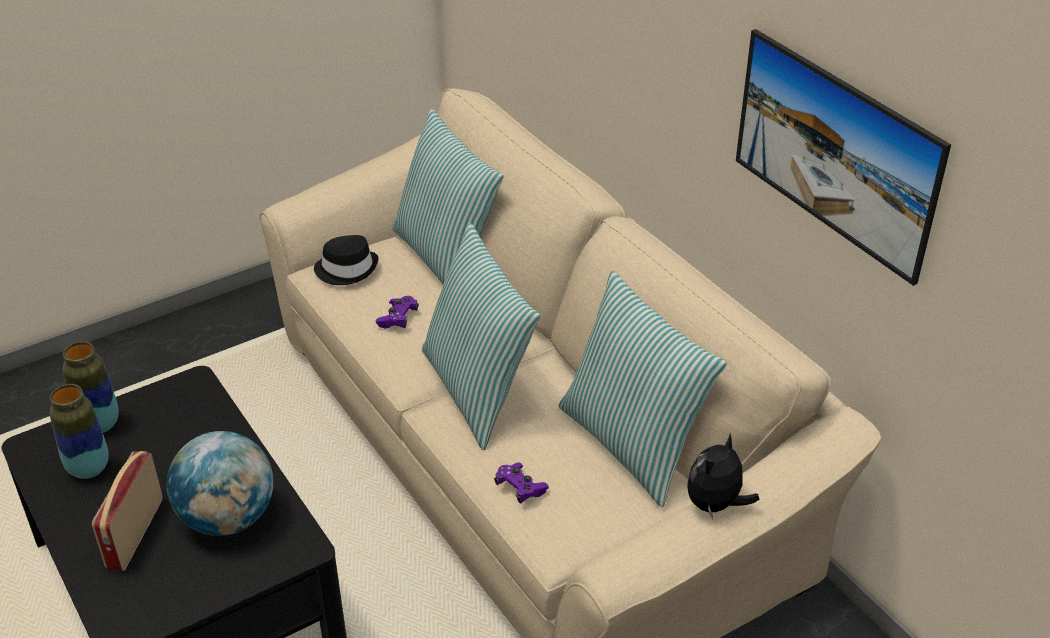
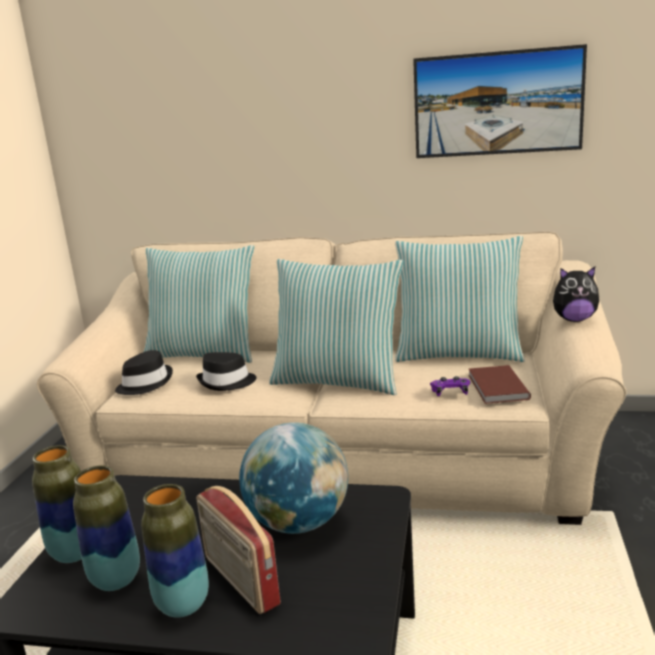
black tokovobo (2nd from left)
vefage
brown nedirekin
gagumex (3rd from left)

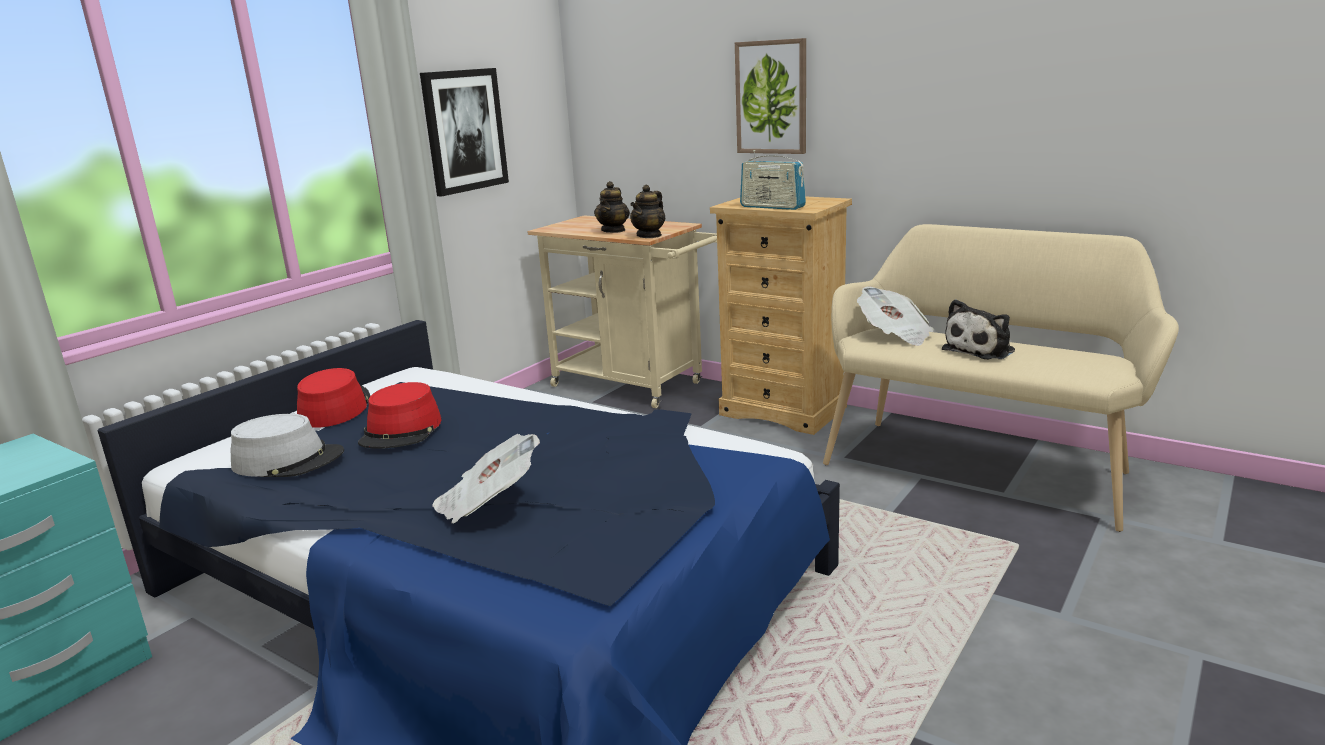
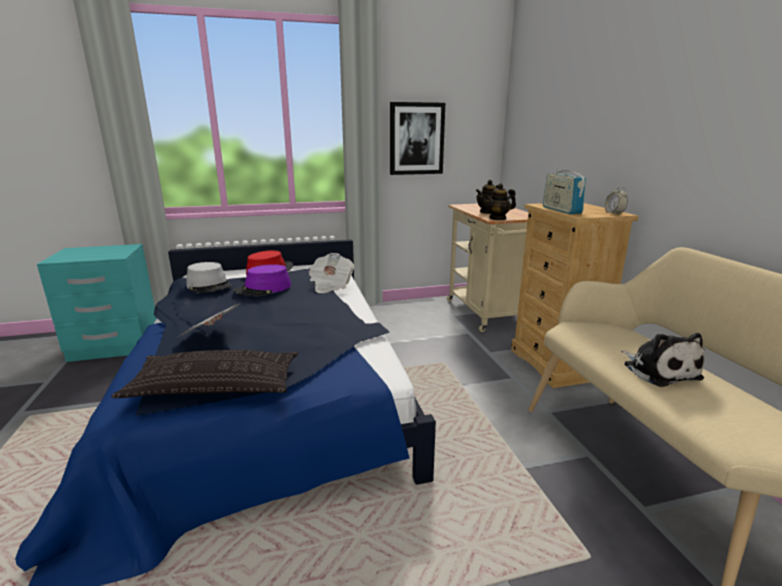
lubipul (2nd from left in the first image)
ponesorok (2nd from left)
vefage
purple tokovobo
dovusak
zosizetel

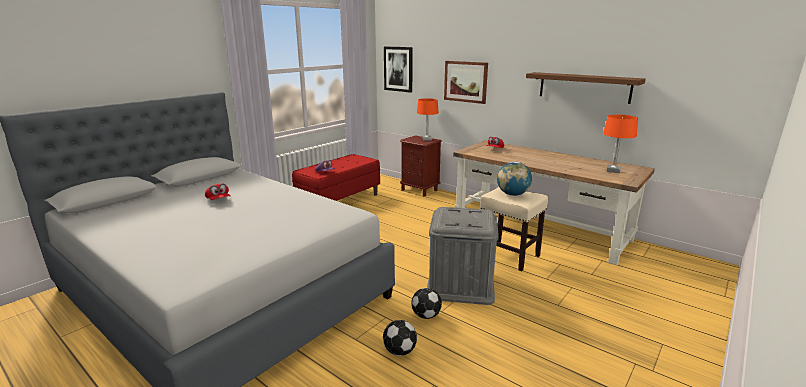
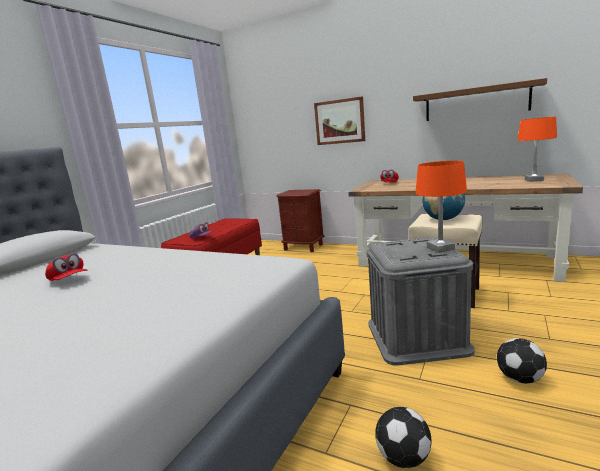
lubipul (1st from left in the first image)
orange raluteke (1st from left)
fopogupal (2nd from left)

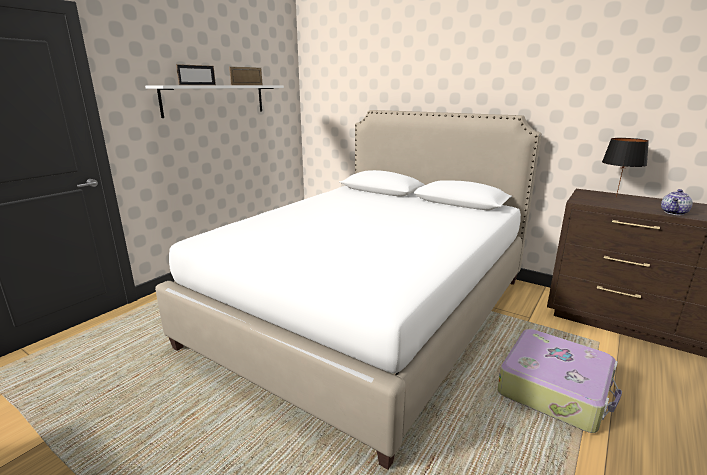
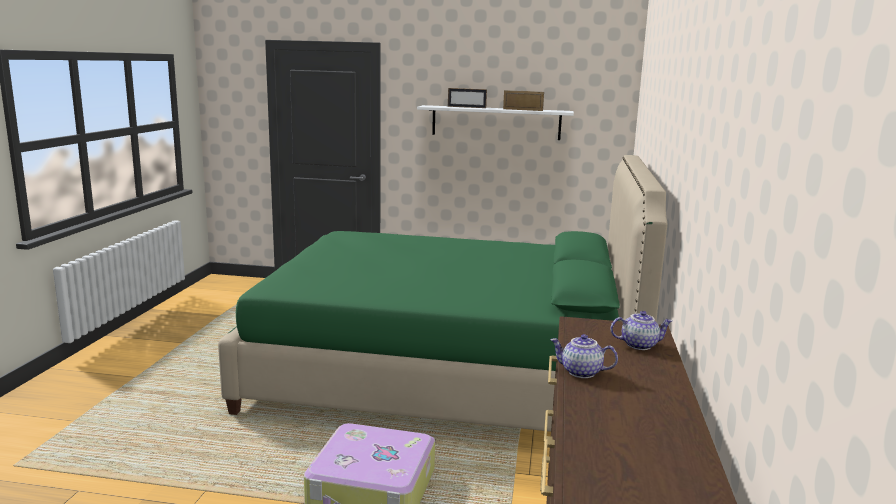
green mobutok
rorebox (2nd from left)

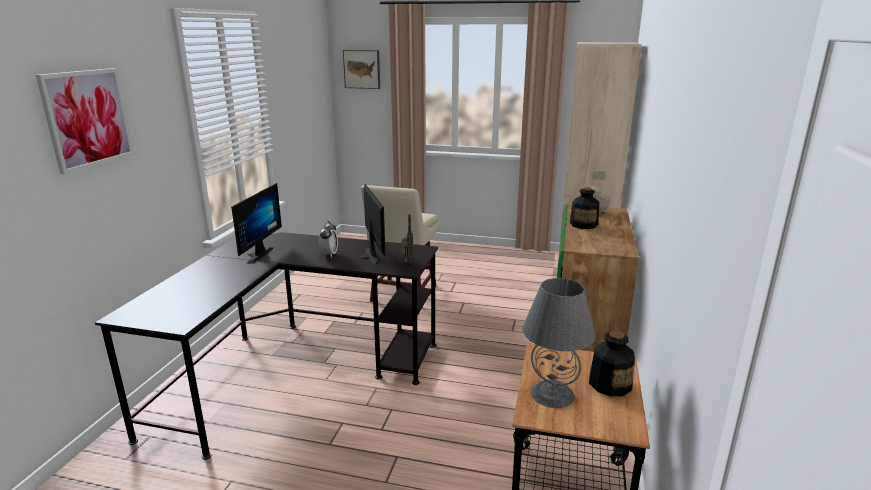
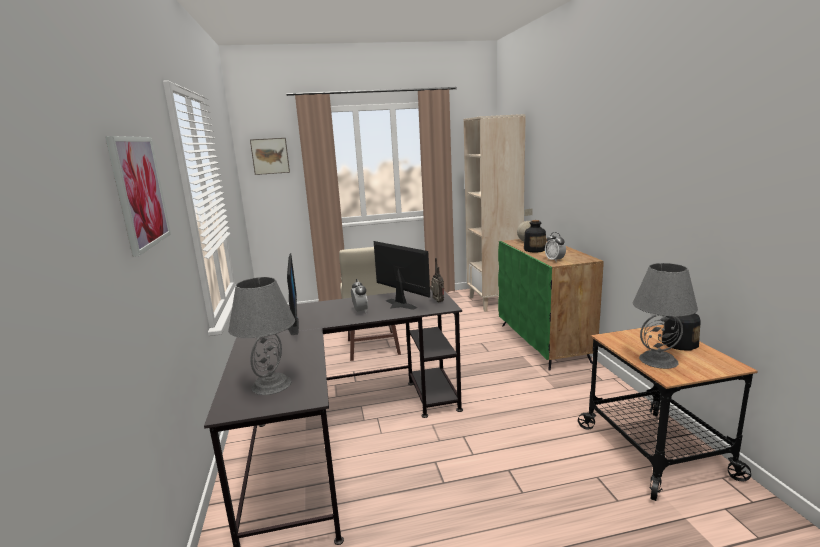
dovusak (2nd from left)
grey raluteke (1st from left)

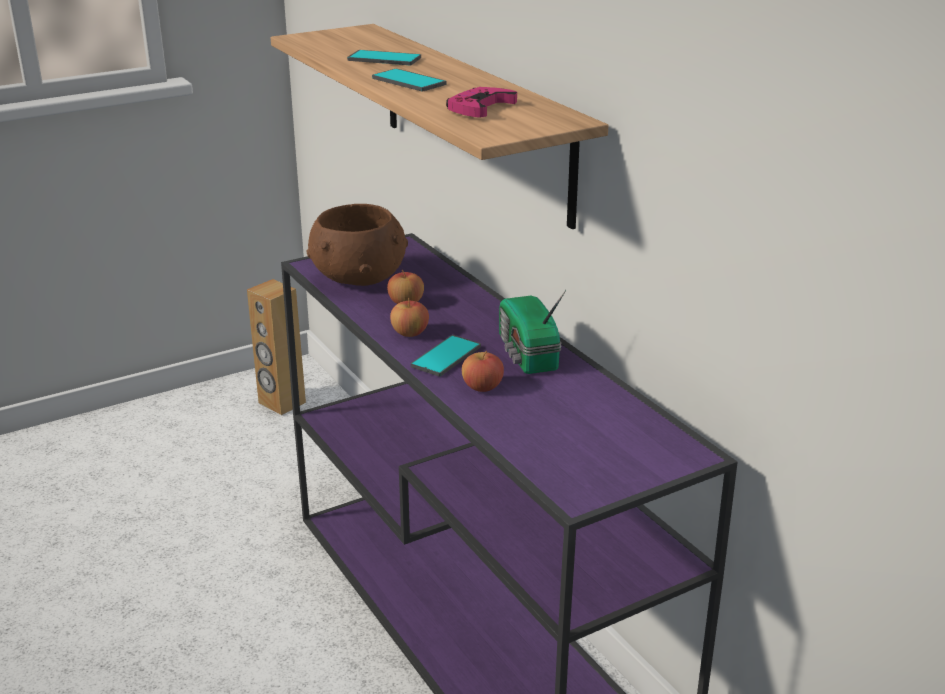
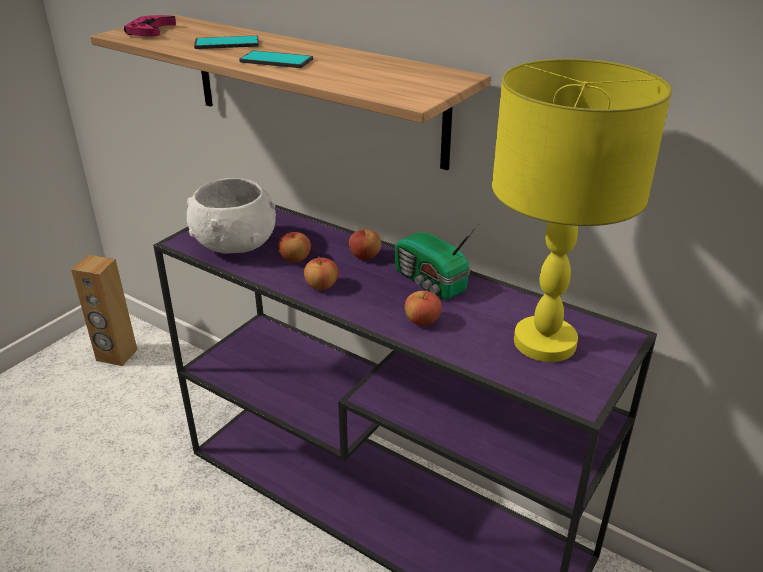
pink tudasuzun
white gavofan
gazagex (3rd from left in the first image)
yellow raluteke
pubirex (3rd from left)

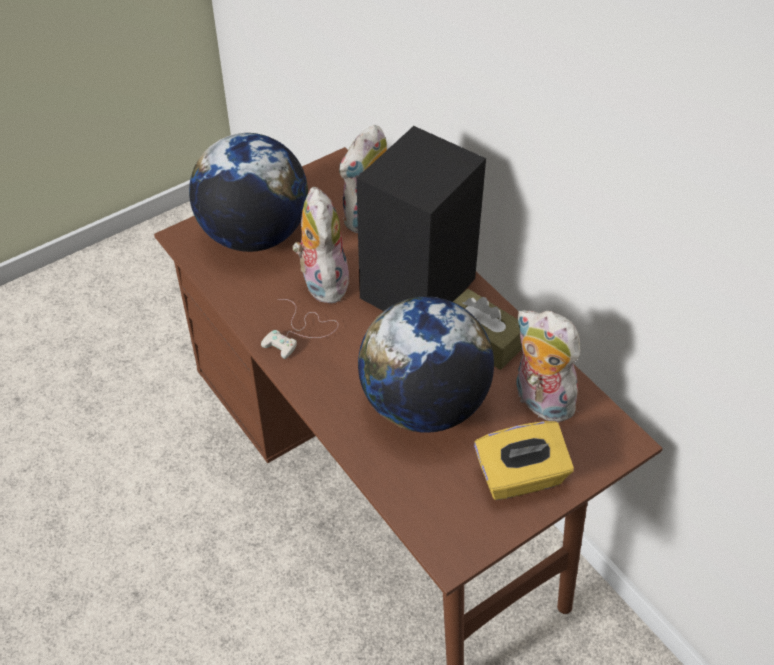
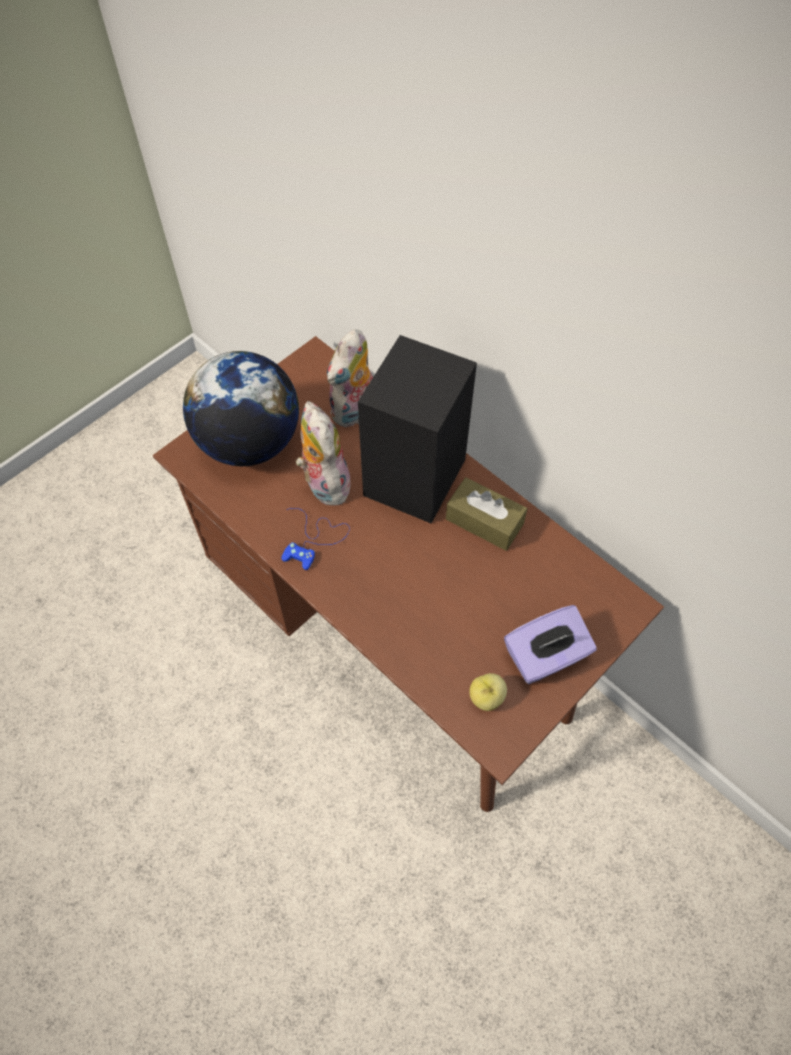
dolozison (2nd from left in the first image)
blue tudasuzun
vefage (3rd from left in the first image)
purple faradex
pubirex

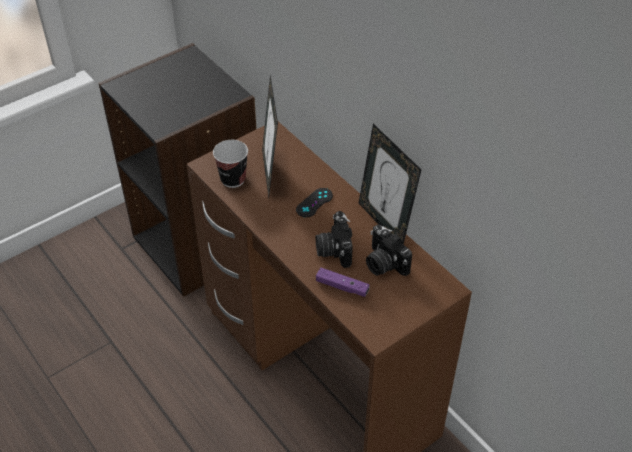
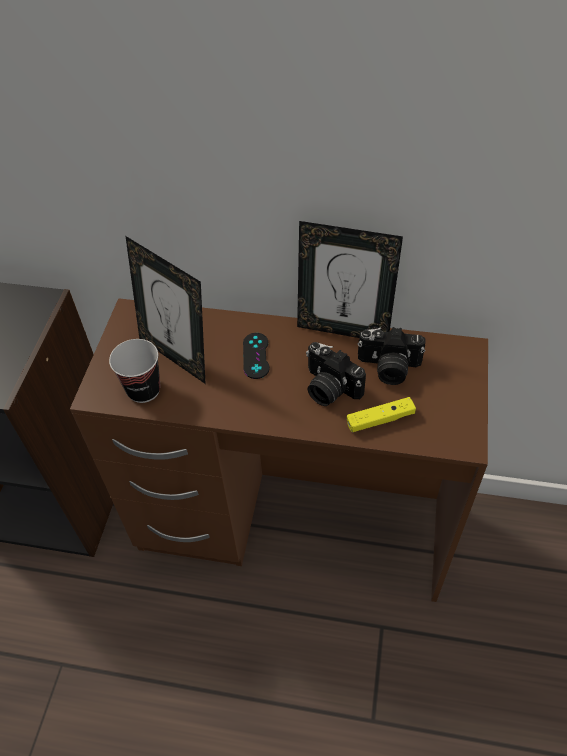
yellow tudasuzun

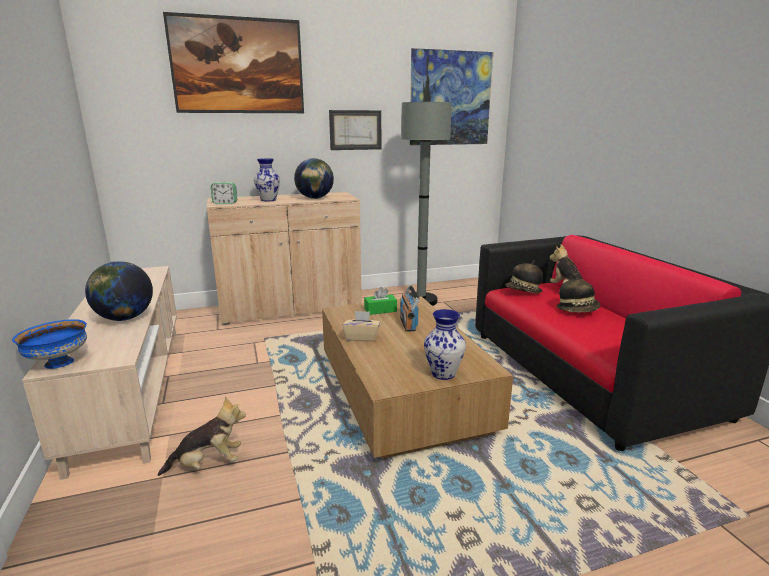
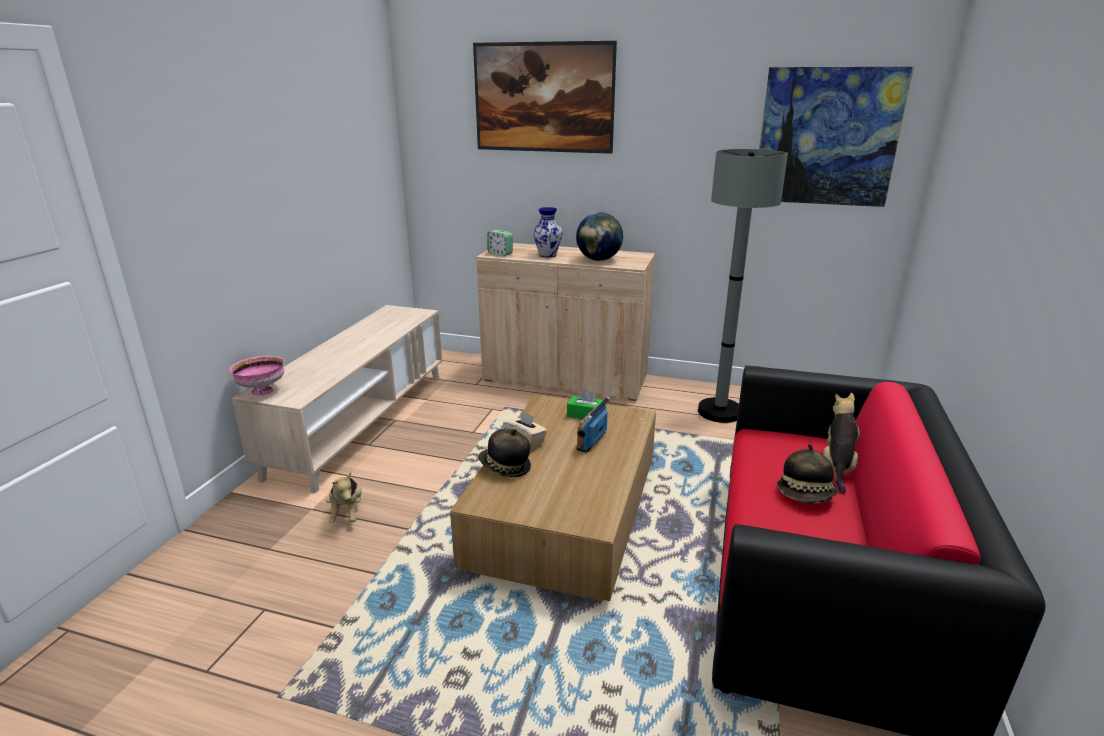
lubipul (2nd from left in the first image)
tokovobo (1st from left)
dolozison (1st from left in the first image)
gagumex (2nd from left in the first image)
pink gavofan
vefage (1st from left)

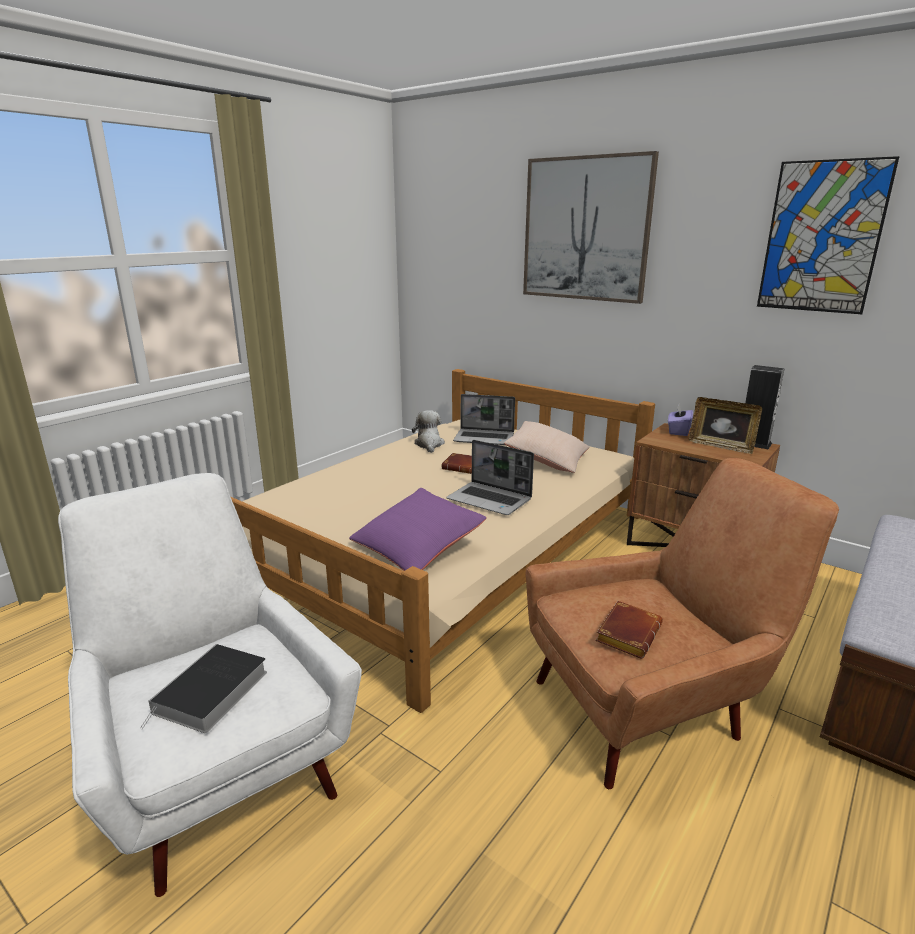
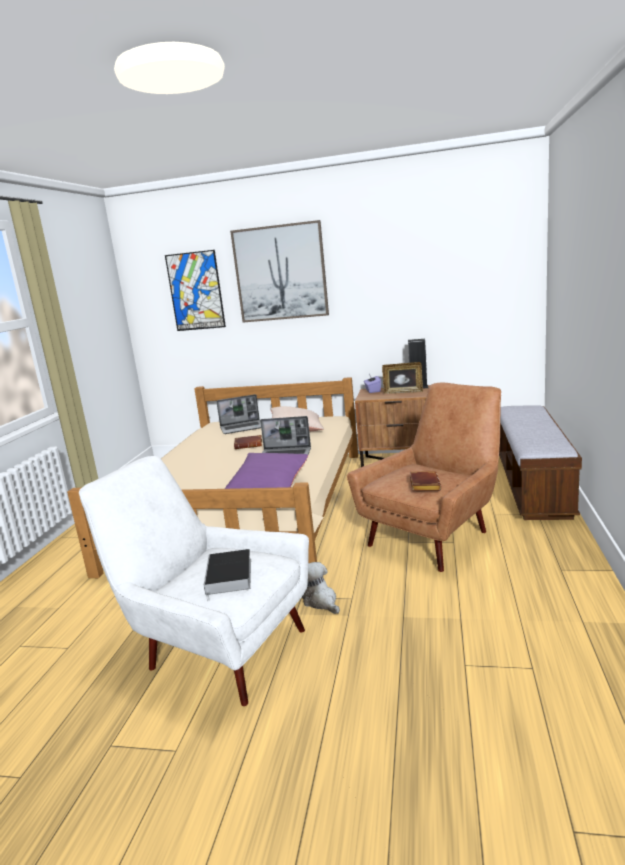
lubipul (1st from left)
vefage

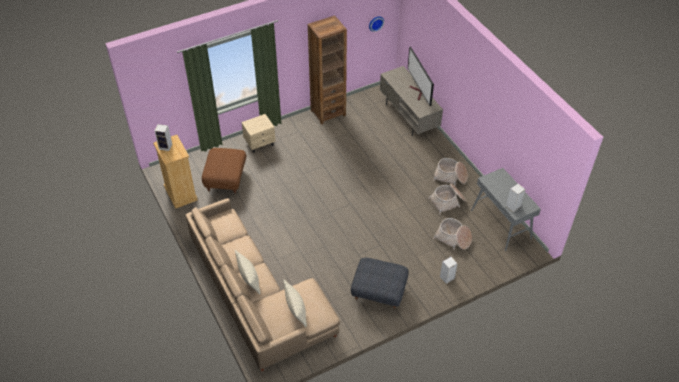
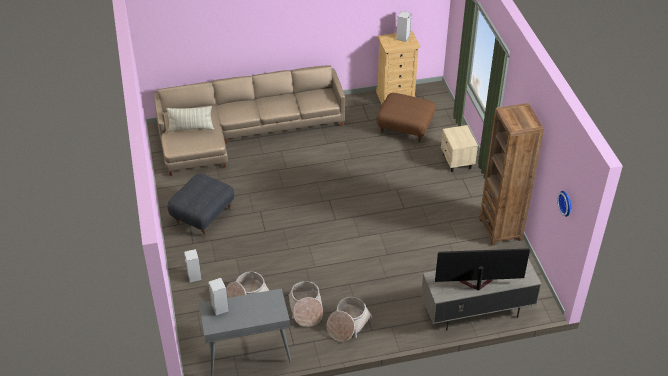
zosizetel (1st from left in the first image)

